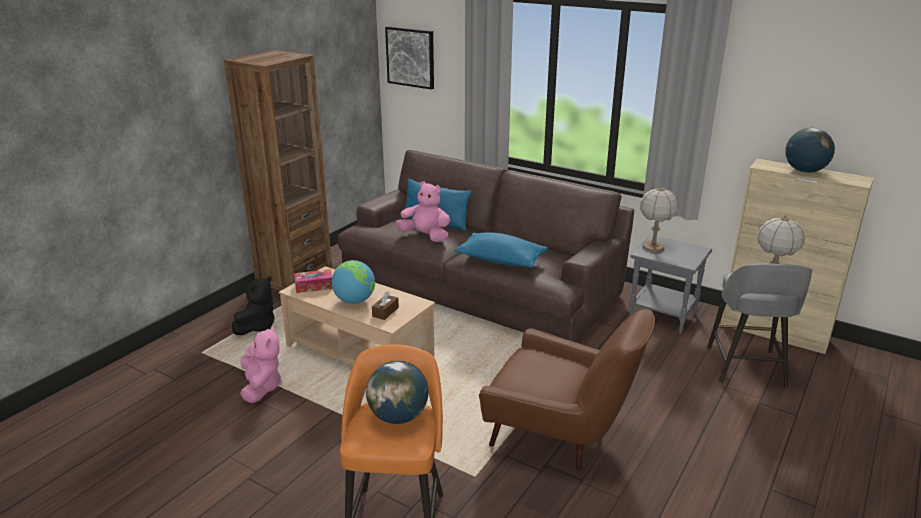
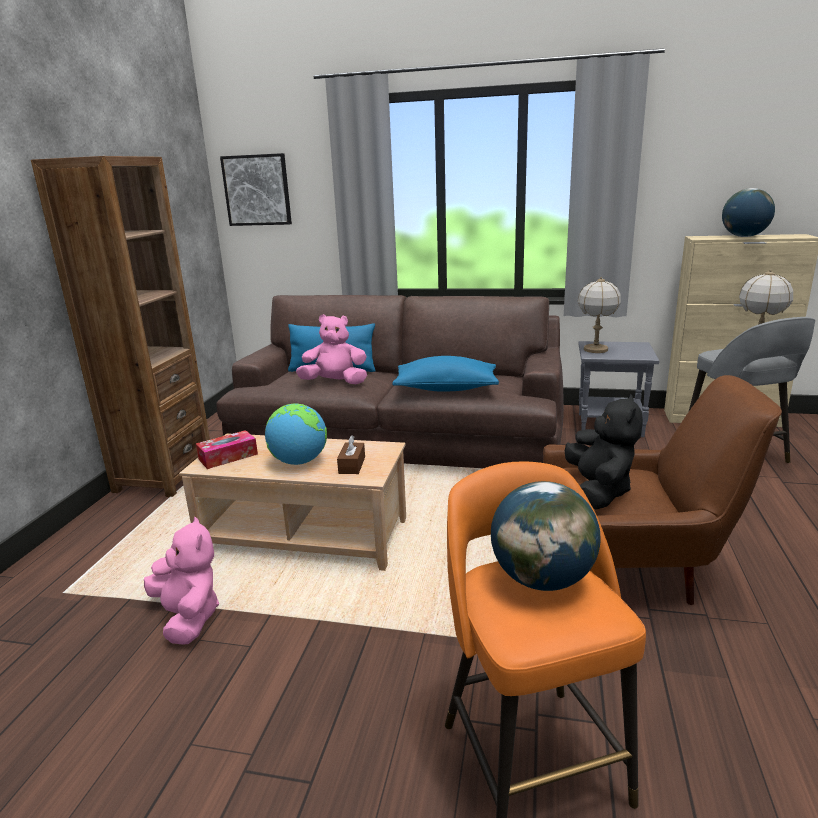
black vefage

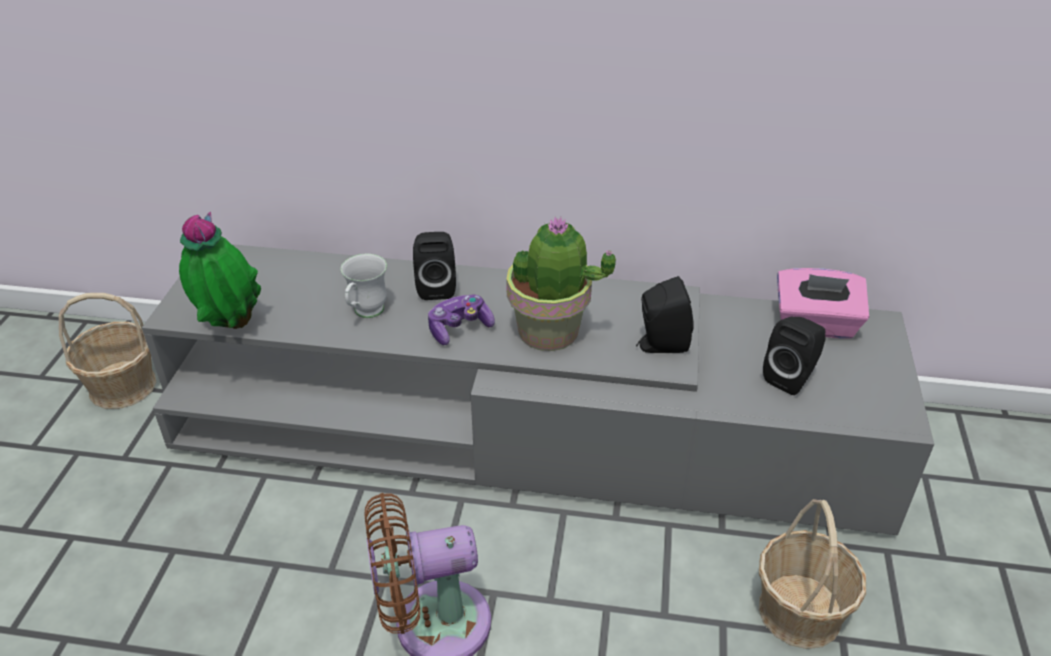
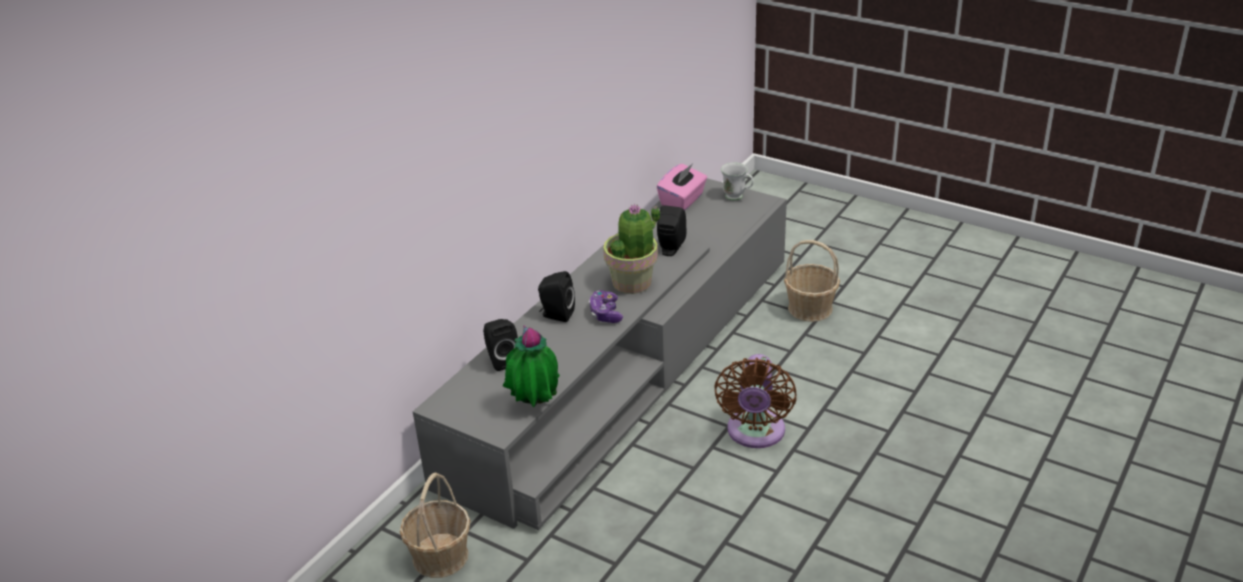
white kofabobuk
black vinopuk (1st from left)

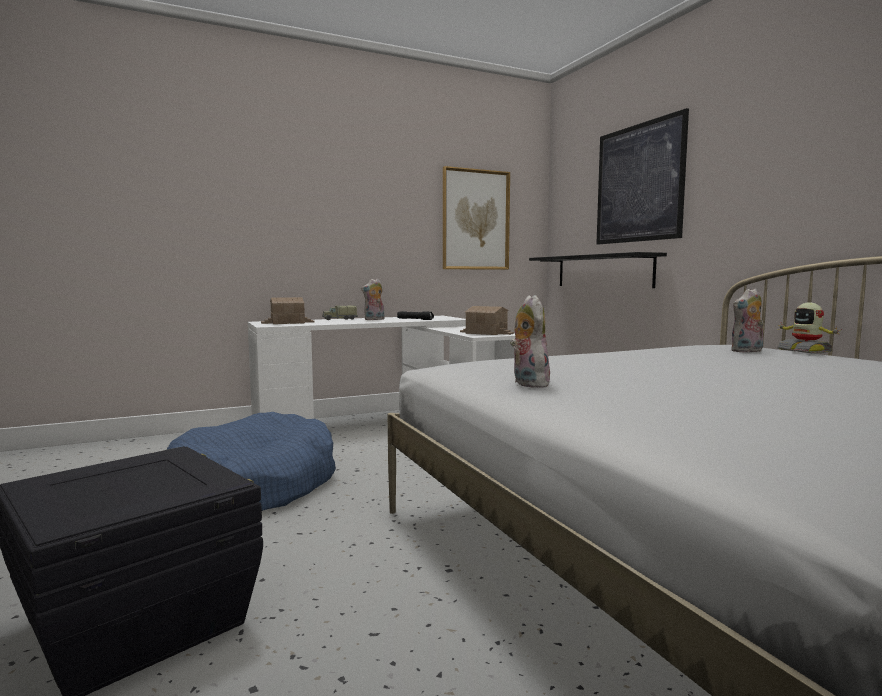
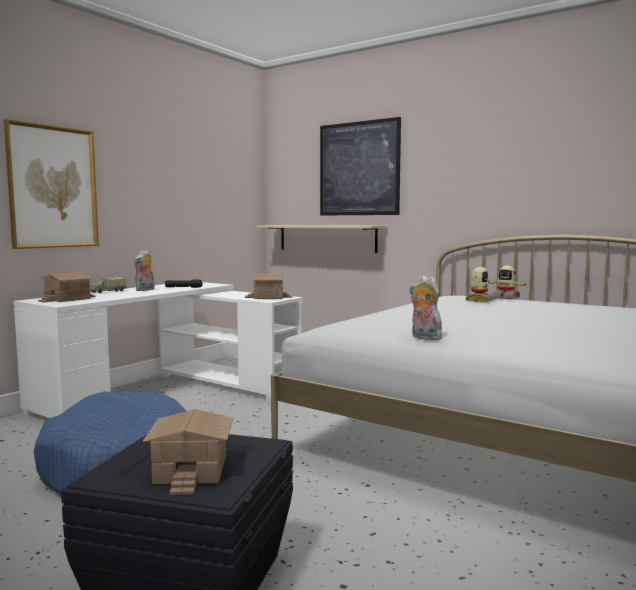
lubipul (1st from left)
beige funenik
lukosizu (1st from left)
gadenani (2nd from left)

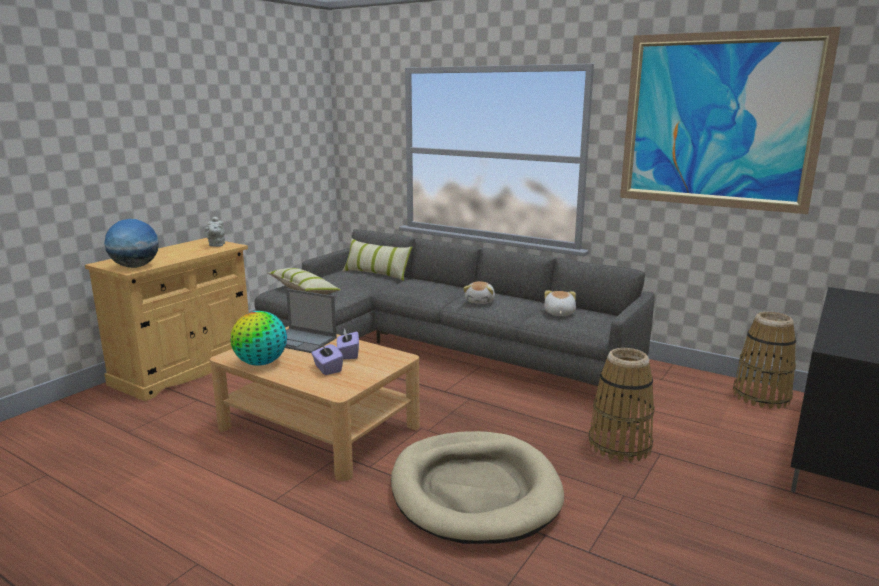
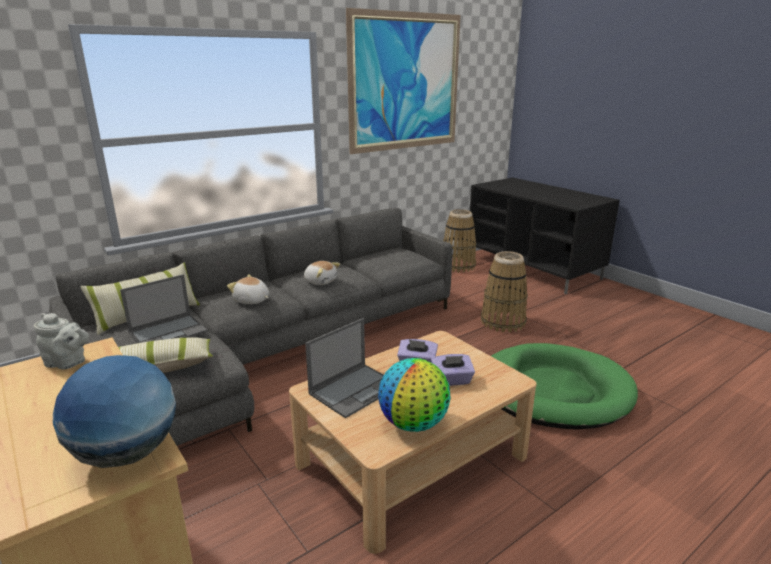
vefage (1st from left)
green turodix
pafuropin (1st from left)

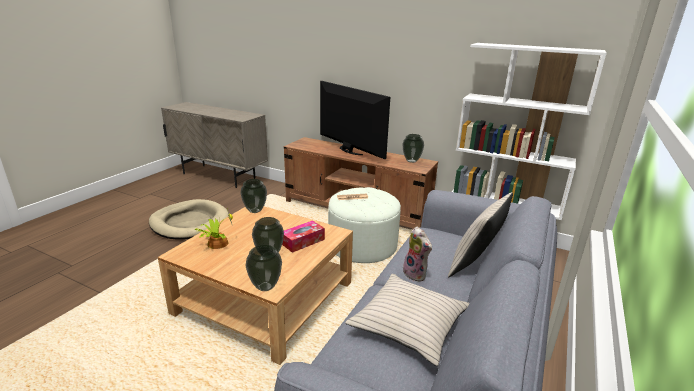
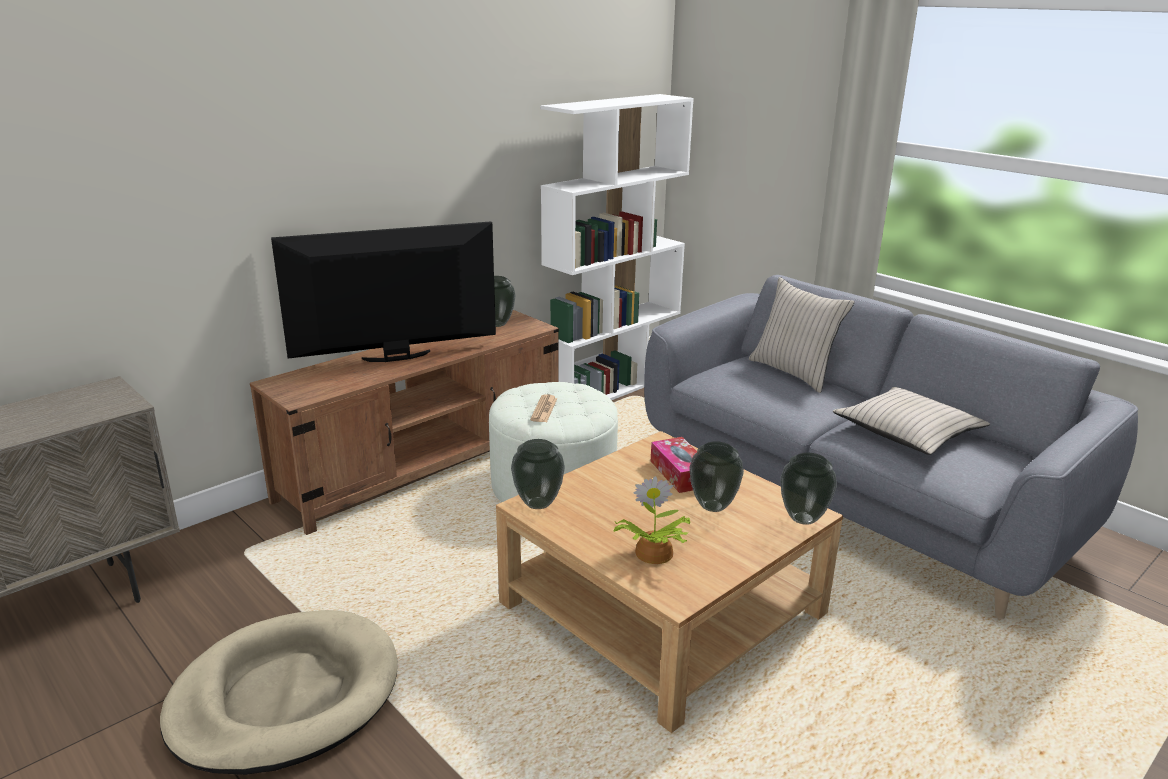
vefage

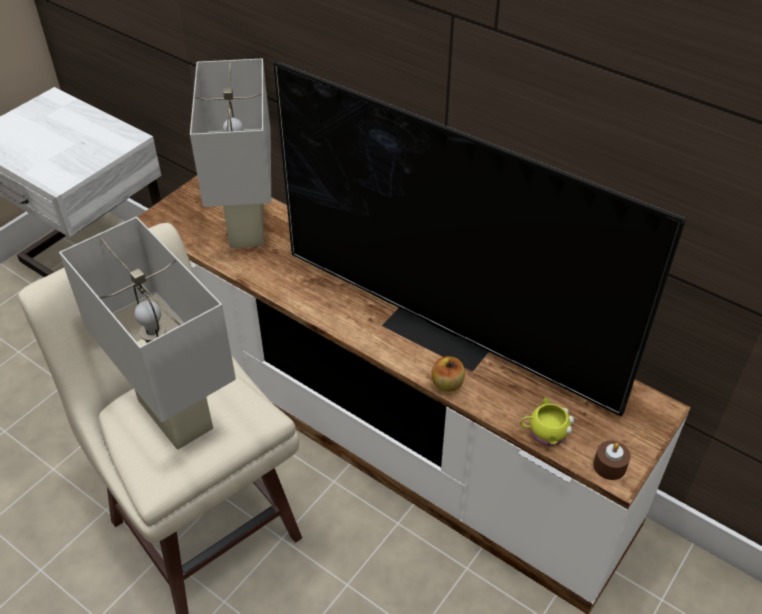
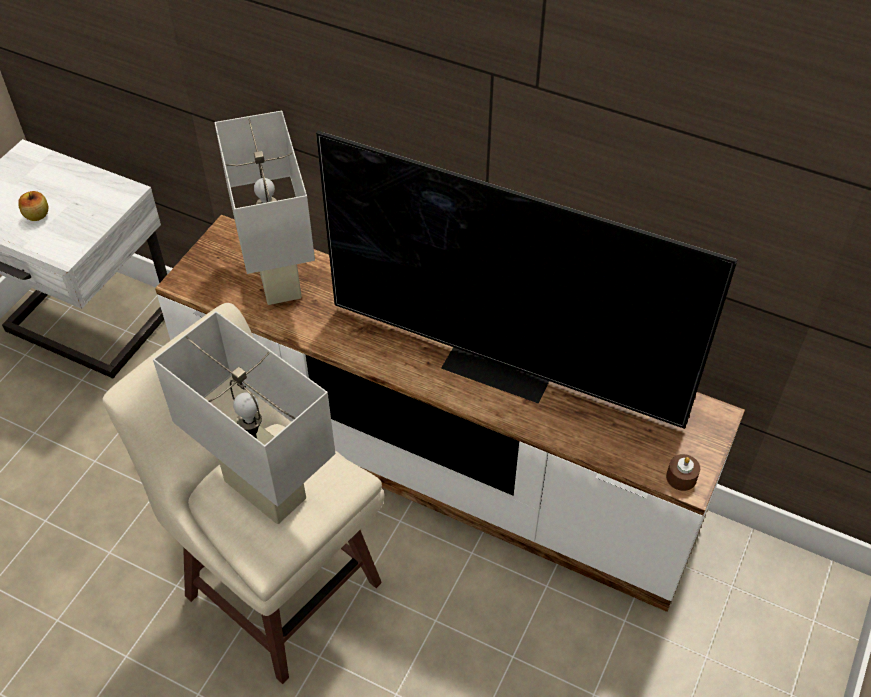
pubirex
yellow kofabobuk

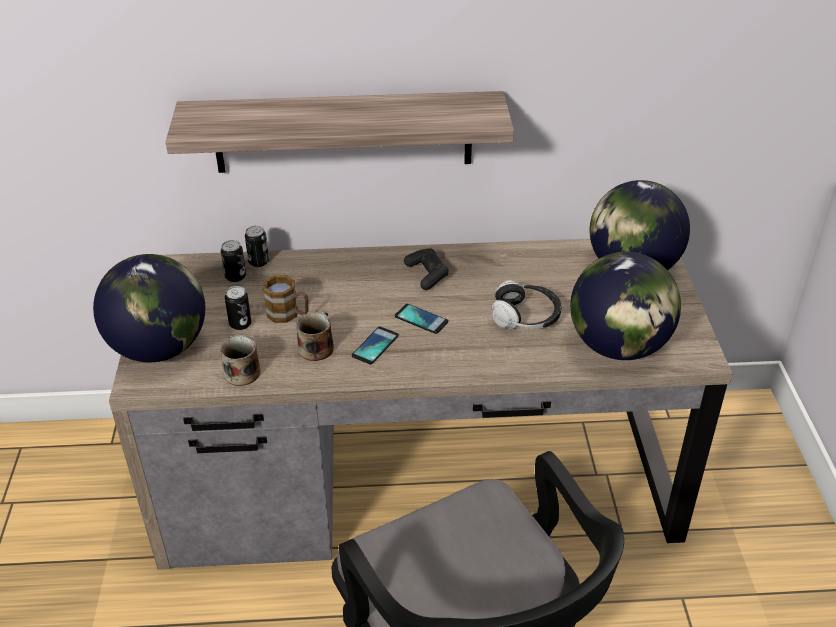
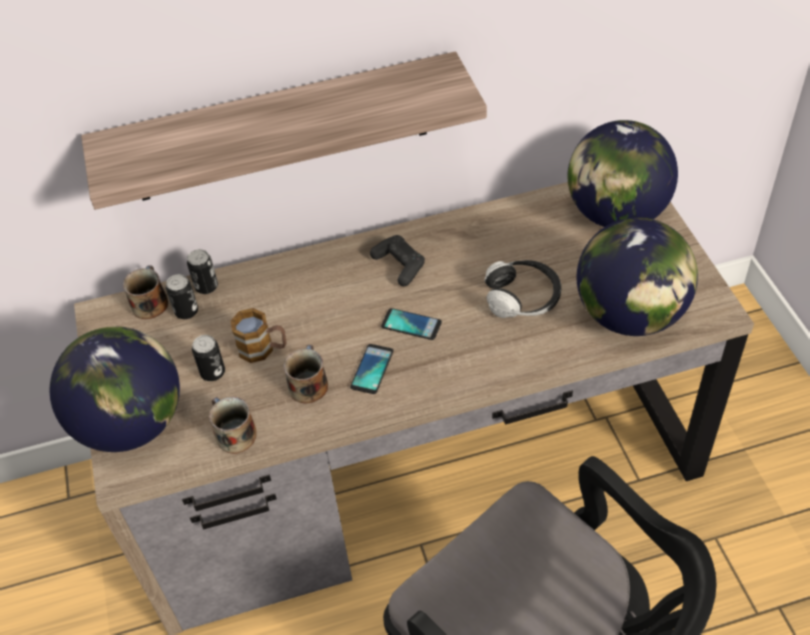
kofabobuk (1st from left)

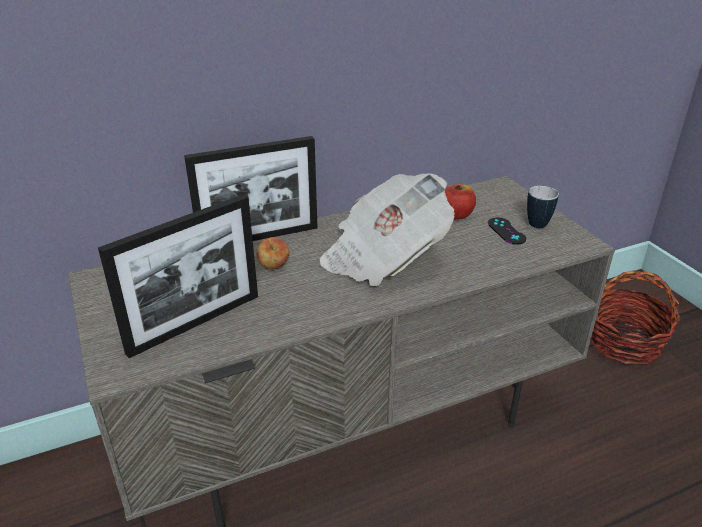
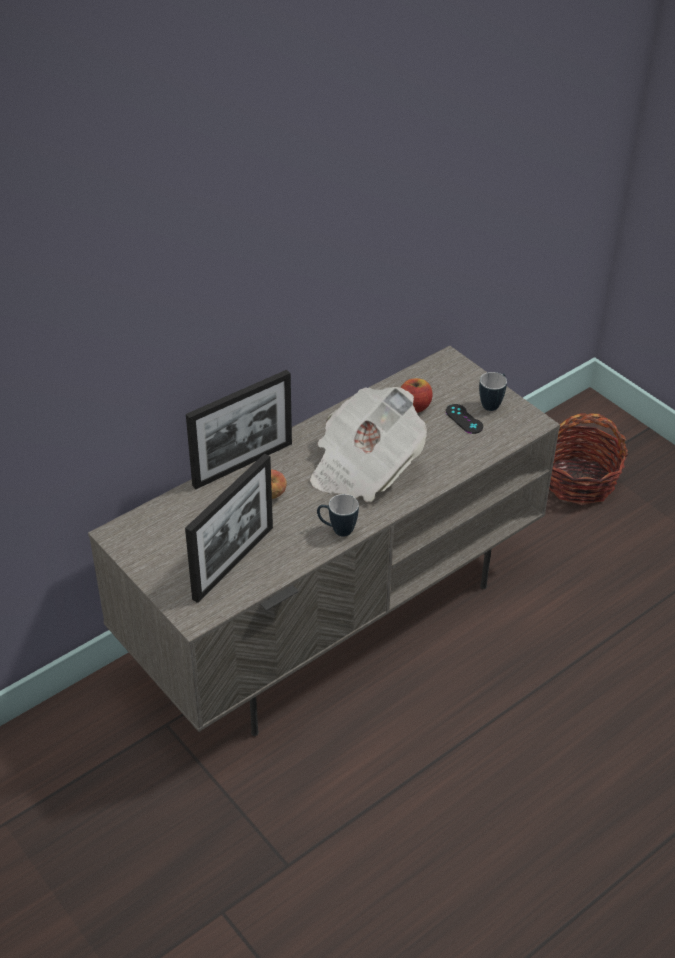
kofabobuk (1st from left)

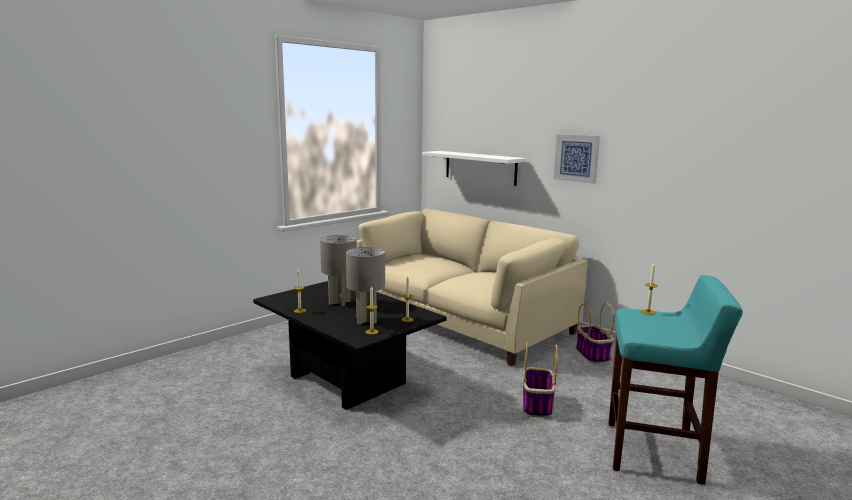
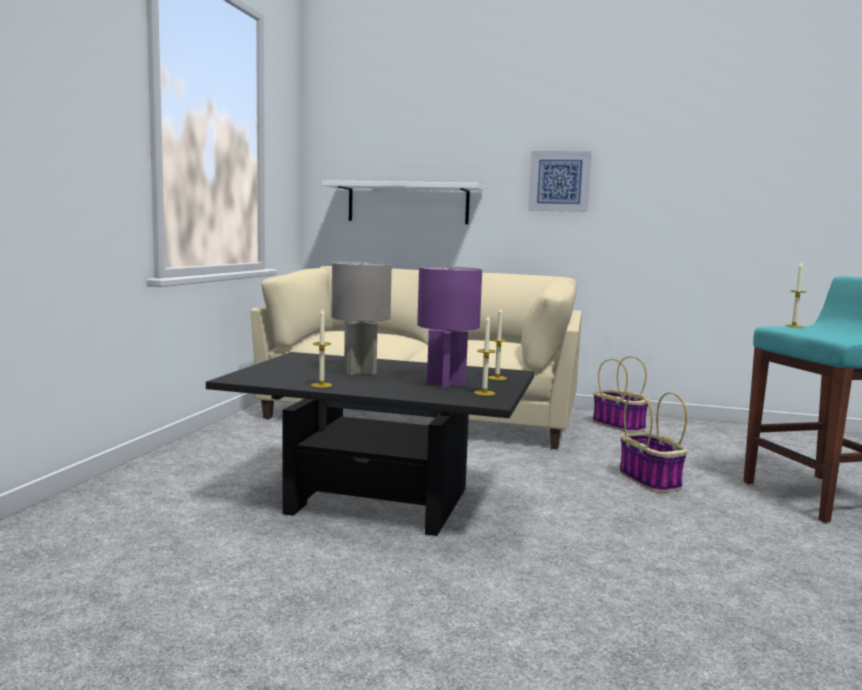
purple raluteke

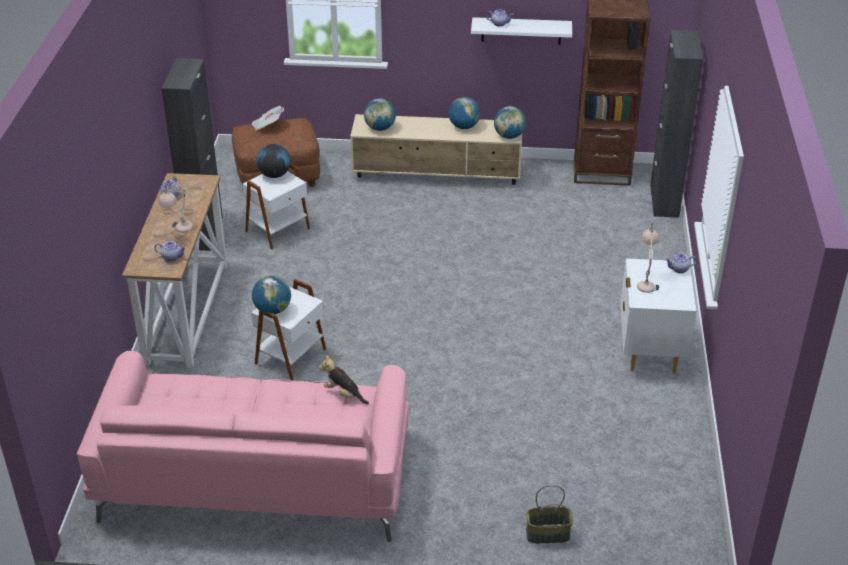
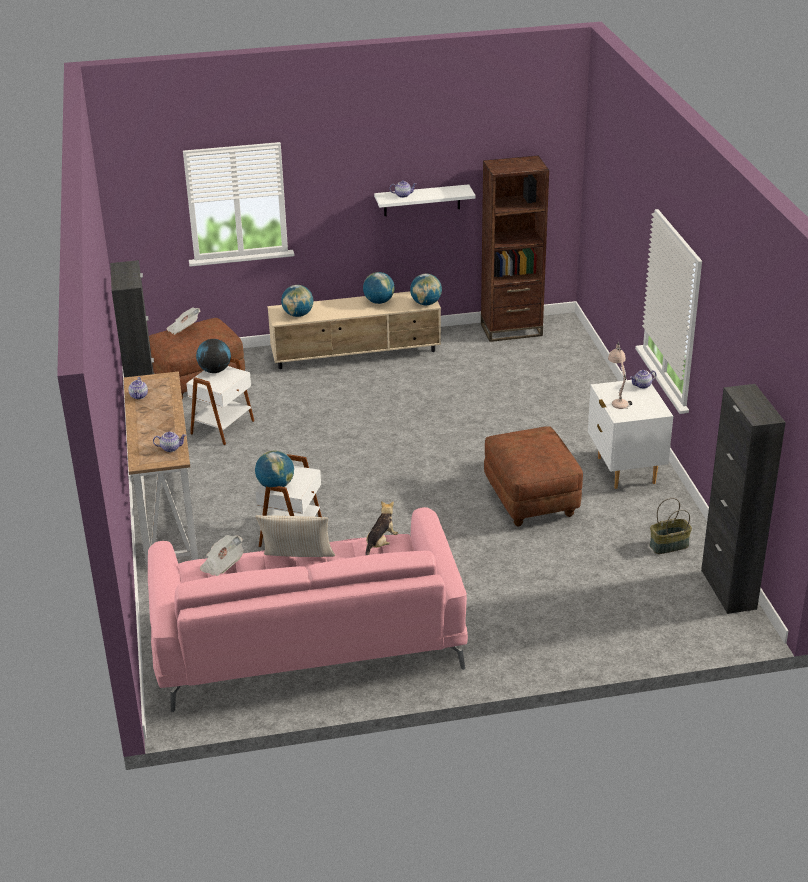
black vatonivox (2nd from left)
beige raluteke (1st from left in the first image)
vefage
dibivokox
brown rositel (2nd from left)
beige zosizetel
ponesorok (2nd from left)

